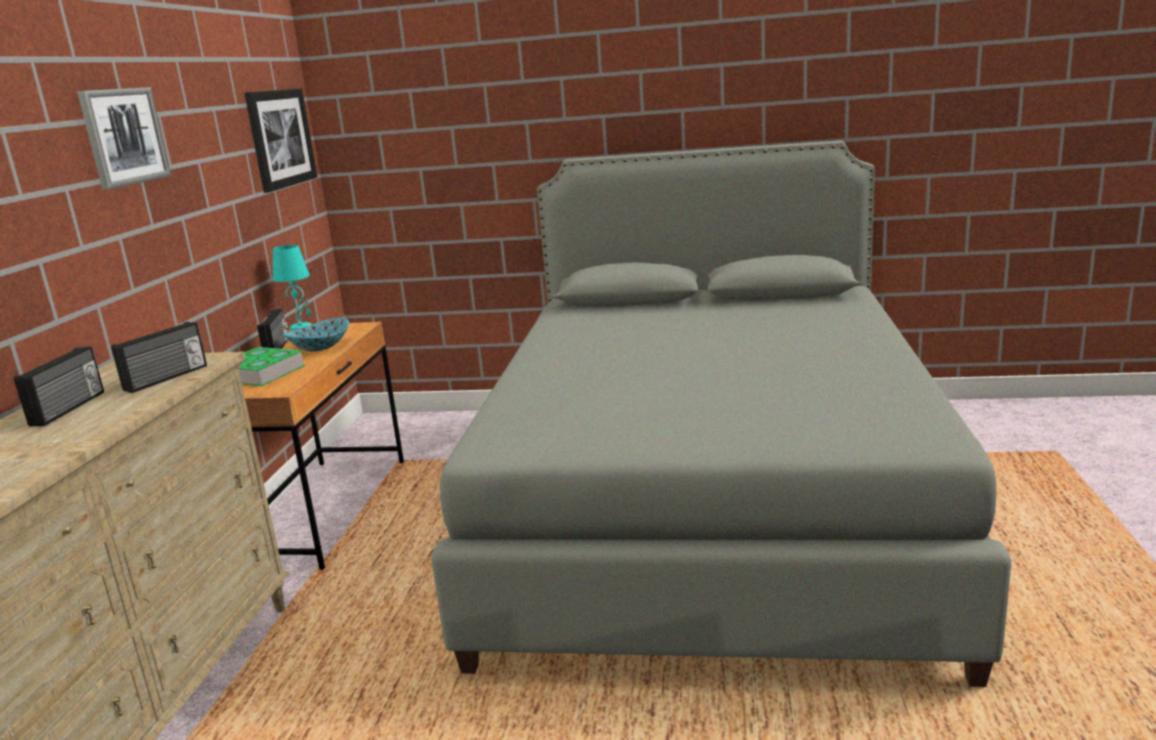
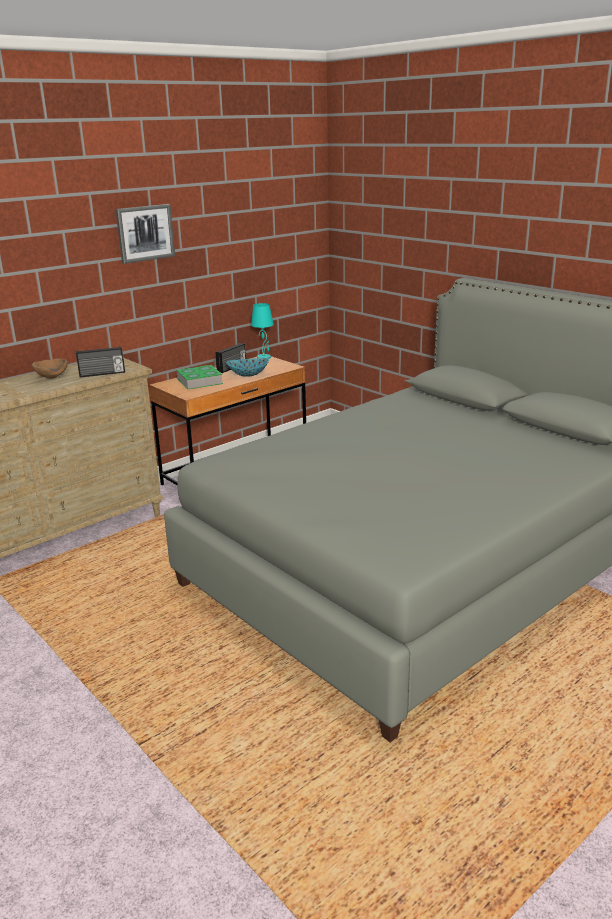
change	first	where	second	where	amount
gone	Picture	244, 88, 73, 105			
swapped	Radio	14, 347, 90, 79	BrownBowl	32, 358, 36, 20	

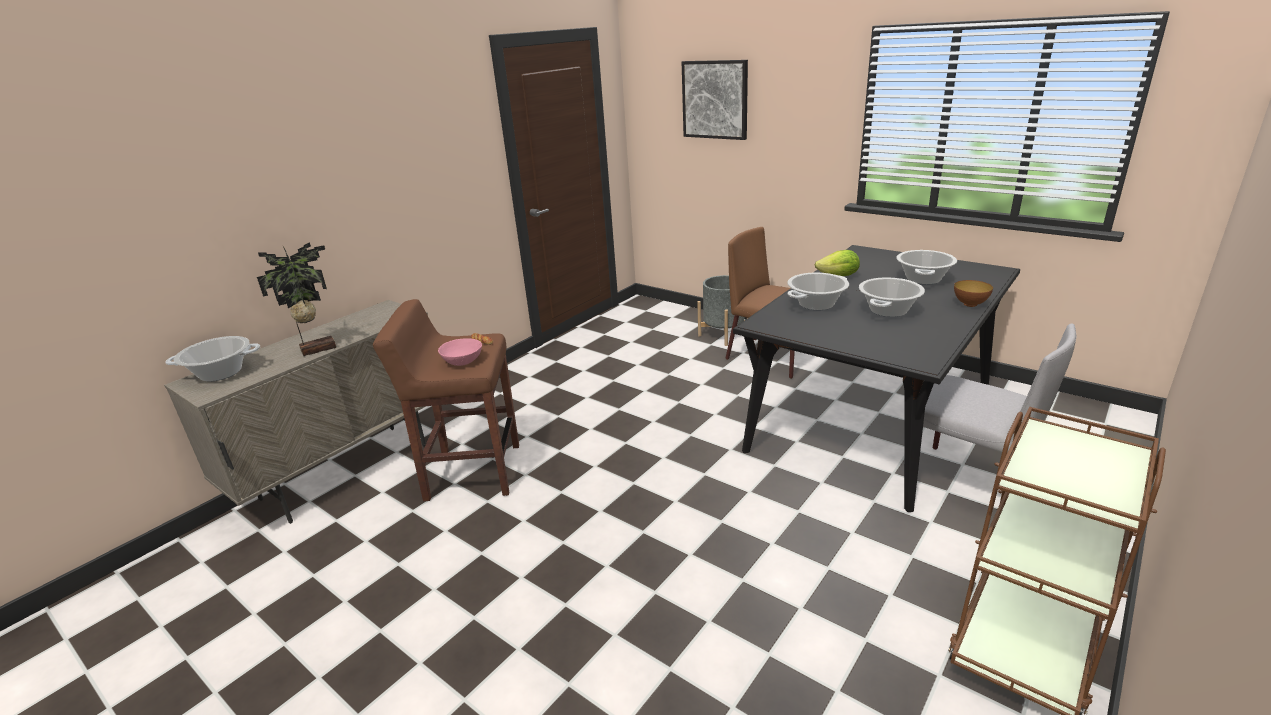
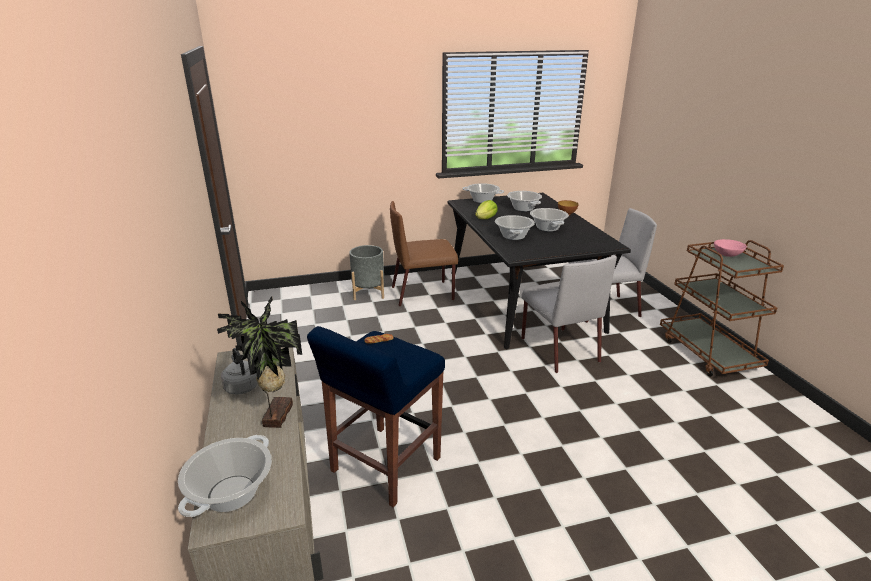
change	first	where	second	where	amount
gone	Picture	682, 60, 66, 80			
repainted	BrownStool	373, 299, 146, 202	BlueStool	307, 326, 138, 181	
shifted	PinkBowl	438, 338, 44, 28		714, 239, 33, 18	
new			CookingPot	462, 183, 42, 20	
new			GreyChair	521, 256, 96, 117	
new			GreyKettle	221, 348, 37, 47	

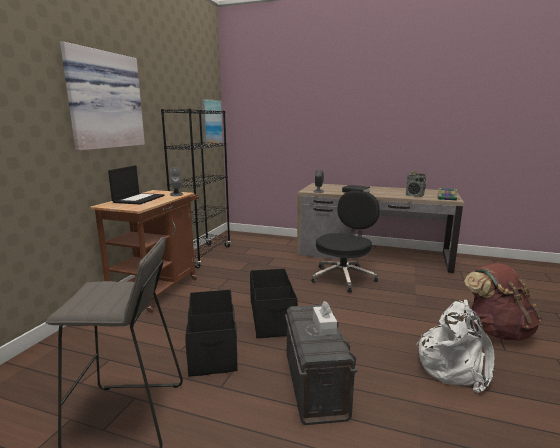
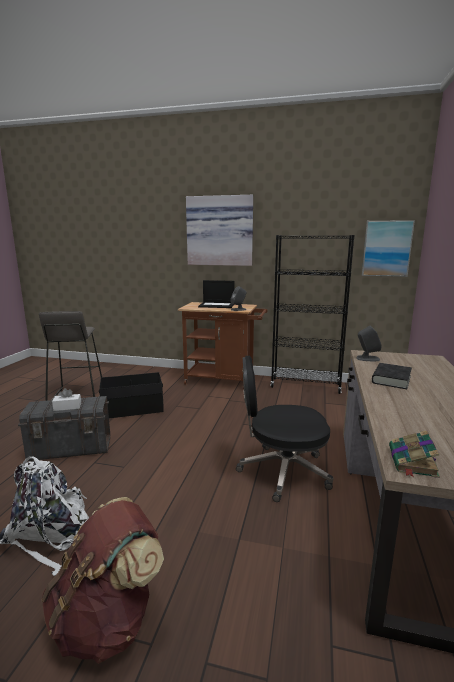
change	first	where	second	where	amount
gone	Radio	406, 172, 20, 25			
rotated	BlackOfficeChair	311, 191, 69, 101		236, 356, 97, 146	150 degrees clockwise
gone	BlackStorageBox	250, 269, 48, 69			

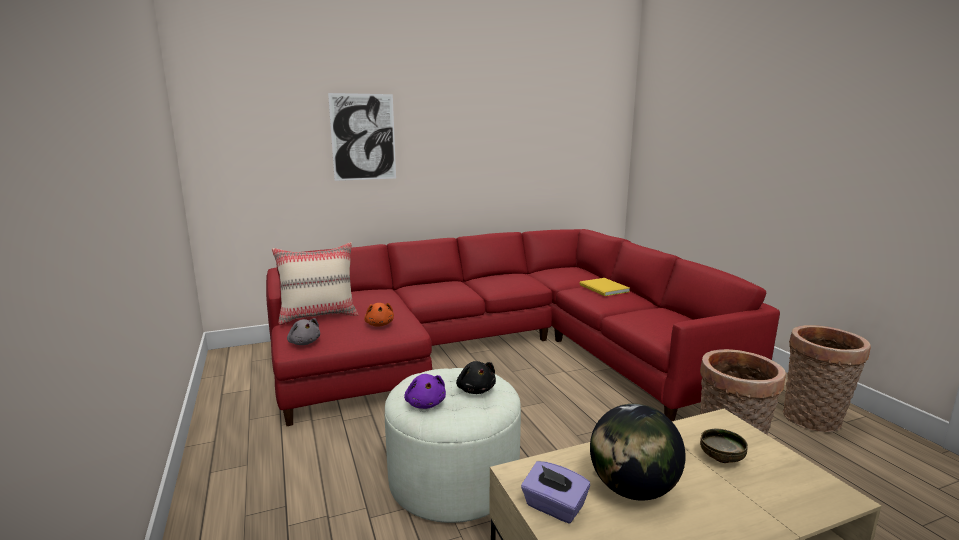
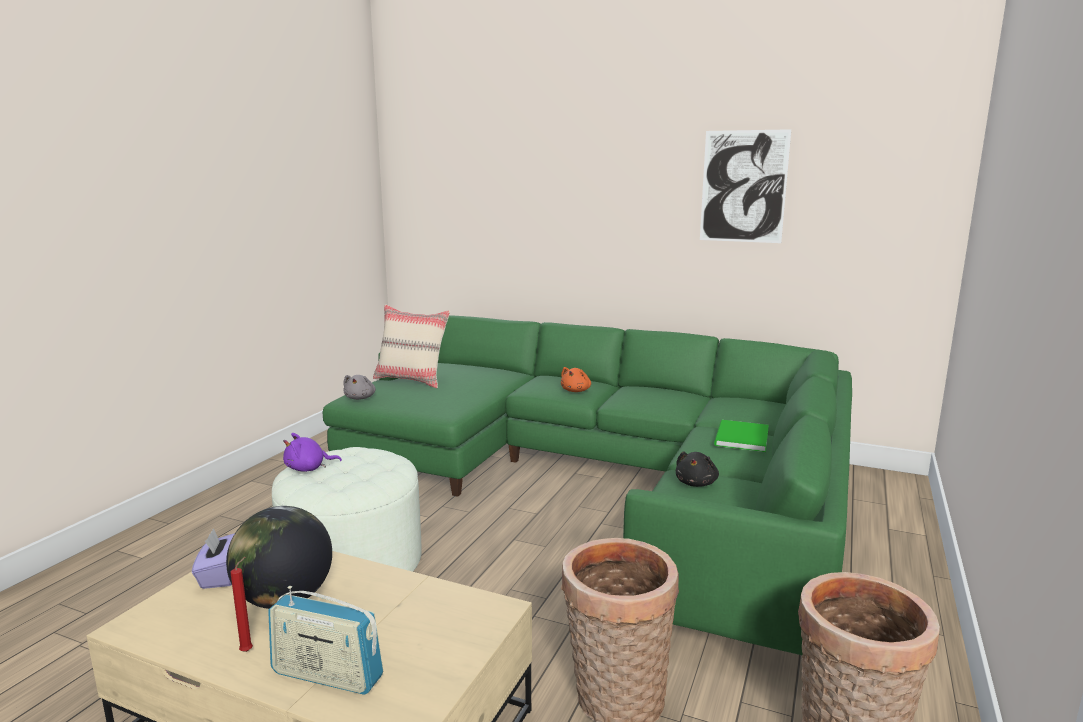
change	first	where	second	where	amount
shifted	Picture	328, 93, 68, 88		700, 129, 91, 114	
repainted	RedSofa	266, 229, 514, 197	GreenSofa	322, 315, 530, 340	
repainted	YellowBook	579, 278, 51, 18	GreenBook	714, 420, 55, 32	
shifted	OrangePlushToy	364, 303, 30, 24		561, 367, 30, 25	
shifted	BlackPlushToy	456, 361, 40, 33		676, 451, 43, 36	
rotated	PurplePlushToy	404, 374, 42, 35		283, 433, 59, 39	45 degrees clockwise
gone	Bowl	700, 428, 48, 35			
new			RedCandle	230, 557, 23, 95	
new			Radio	268, 586, 115, 109	

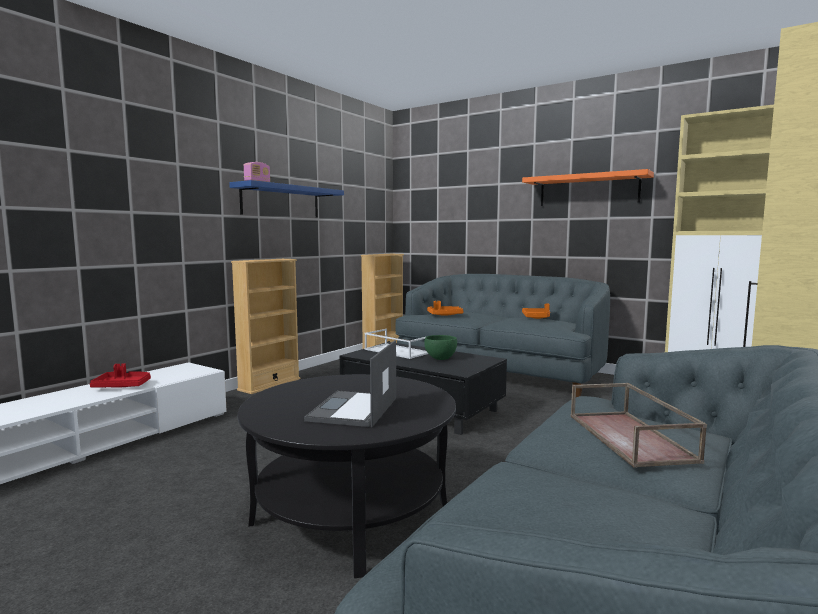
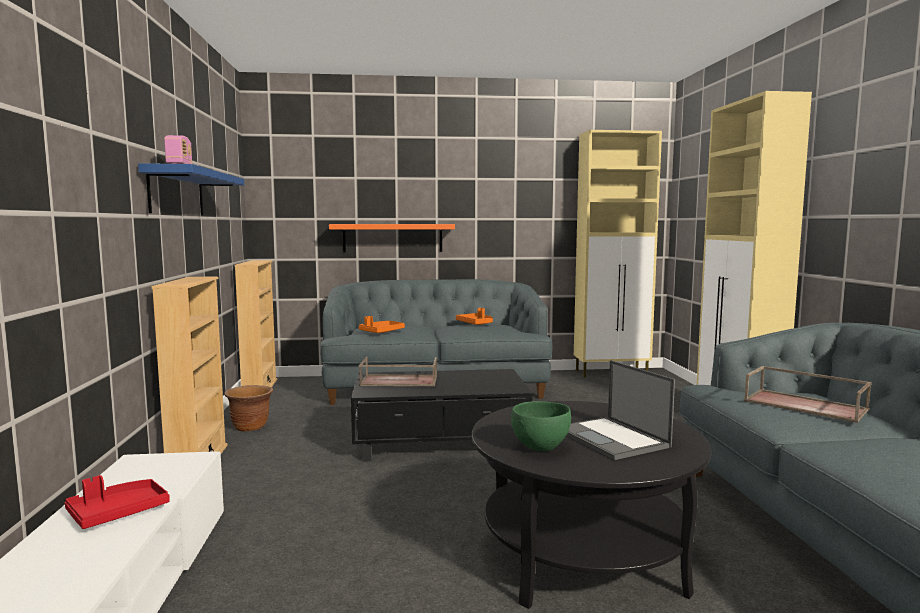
change	first	where	second	where	amount
shifted	OrangeShelf	522, 169, 132, 37		329, 224, 126, 28	
repainted	WhiteTray	364, 329, 64, 30	BrownTray	359, 357, 78, 29	
shifted	GreenBowl	424, 335, 33, 25		511, 401, 60, 50	
new			BrownPlanter	225, 385, 48, 46	

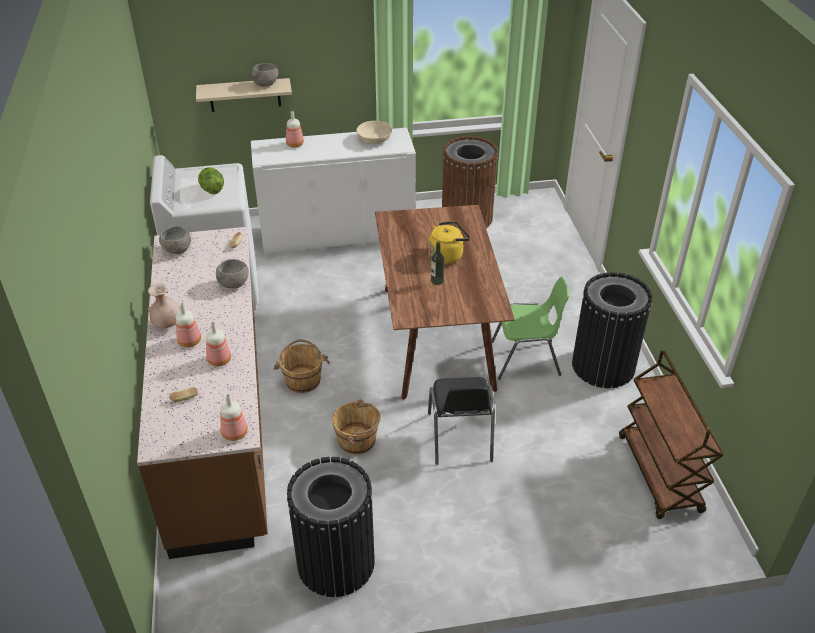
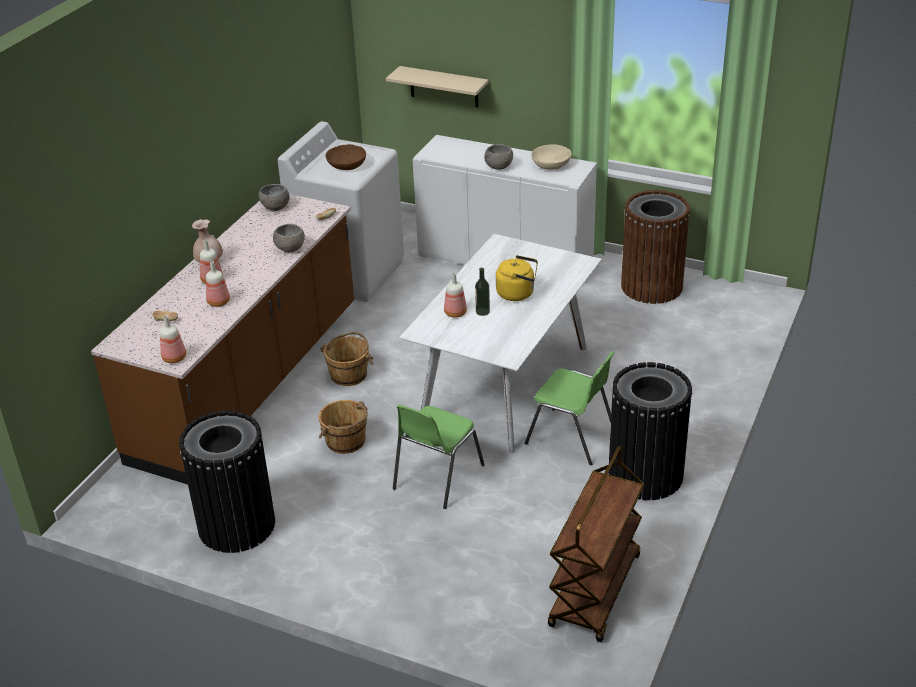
change	first	where	second	where	amount
shifted	GreyBowl	252, 63, 26, 24		484, 144, 29, 26	
shifted	Bottle	286, 111, 18, 36		444, 273, 23, 45	
swapped	Lettuce	198, 167, 26, 28	BrownBowl	326, 144, 40, 26	
repainted	BrownDiningTable	375, 205, 140, 194	WhiteDiningTable	399, 234, 203, 219	
repainted	BlackChair	428, 377, 67, 88	GreenChair	393, 405, 92, 104	

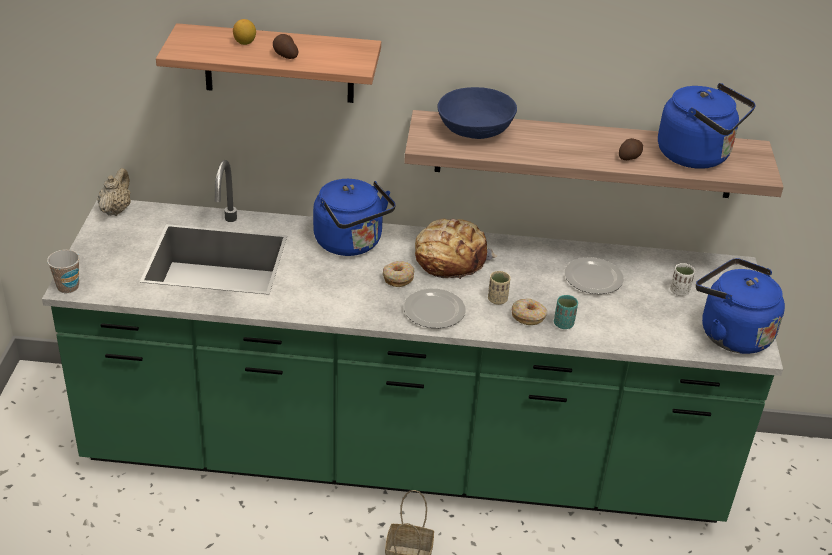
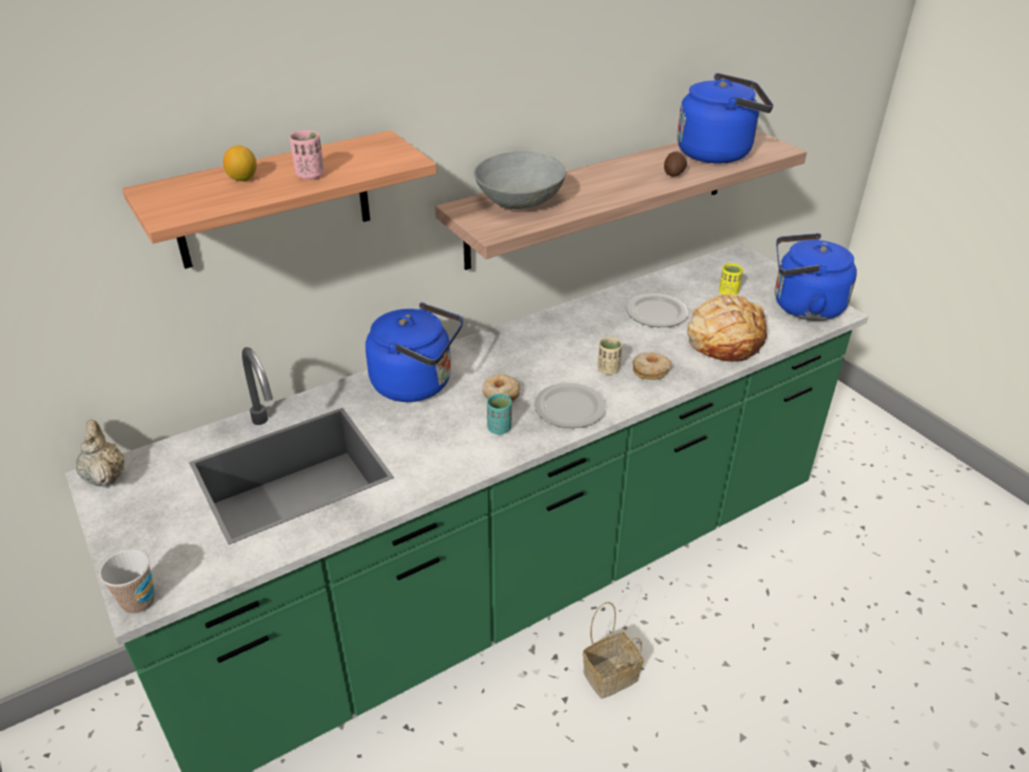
change	first	where	second	where	amount
swapped	Potato	273, 34, 25, 25	PinkCup	289, 130, 35, 50	
repainted	BlueBowl	437, 87, 80, 52	GreyBowl	474, 152, 92, 57	
shifted	Bread	415, 218, 83, 61		687, 294, 80, 68	
repainted	WhiteCup	670, 263, 25, 33	YellowCup	719, 263, 24, 32	
shifted	TurquoiseCup	554, 295, 24, 34		487, 394, 25, 41	

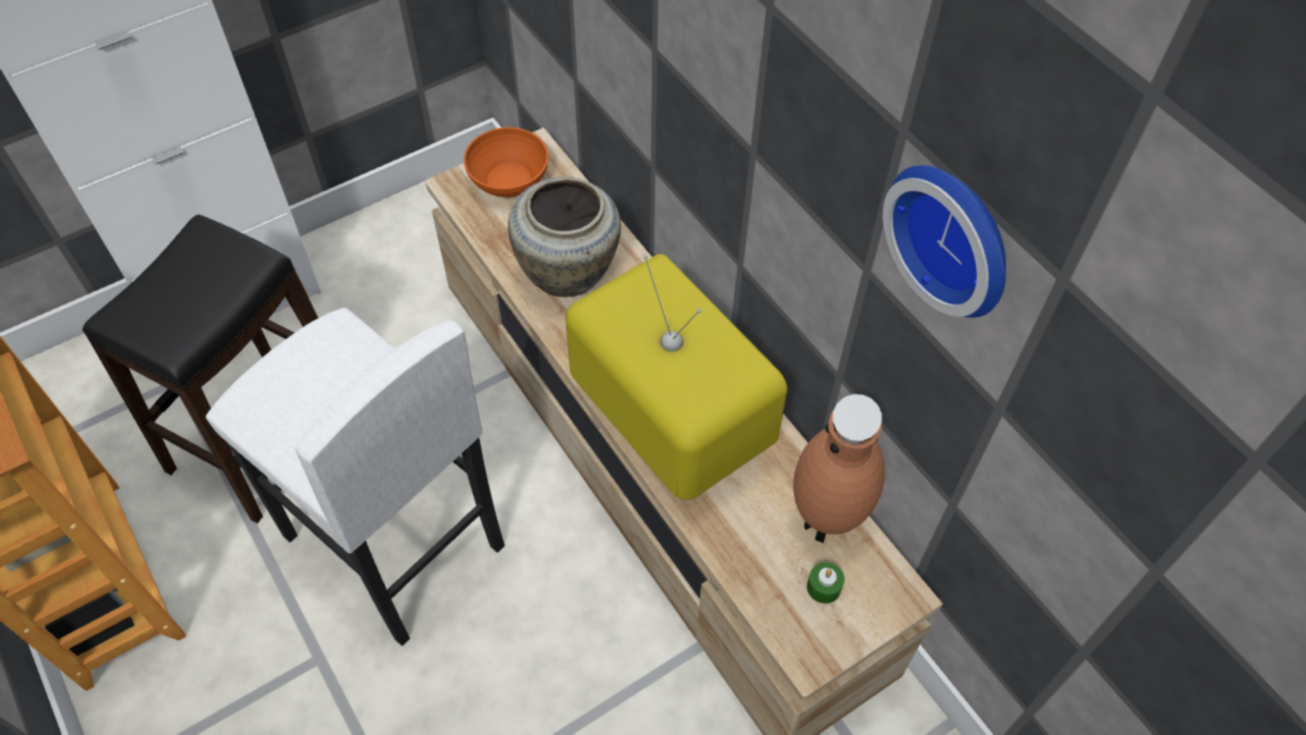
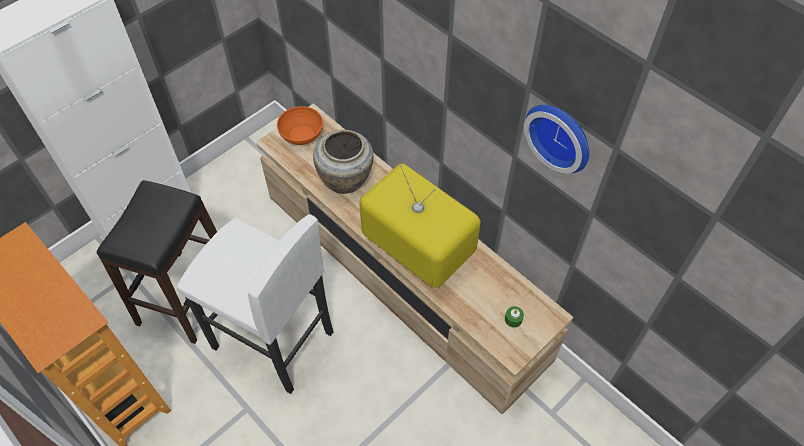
change	first	where	second	where	amount
gone	BrownVase	793, 394, 92, 149			

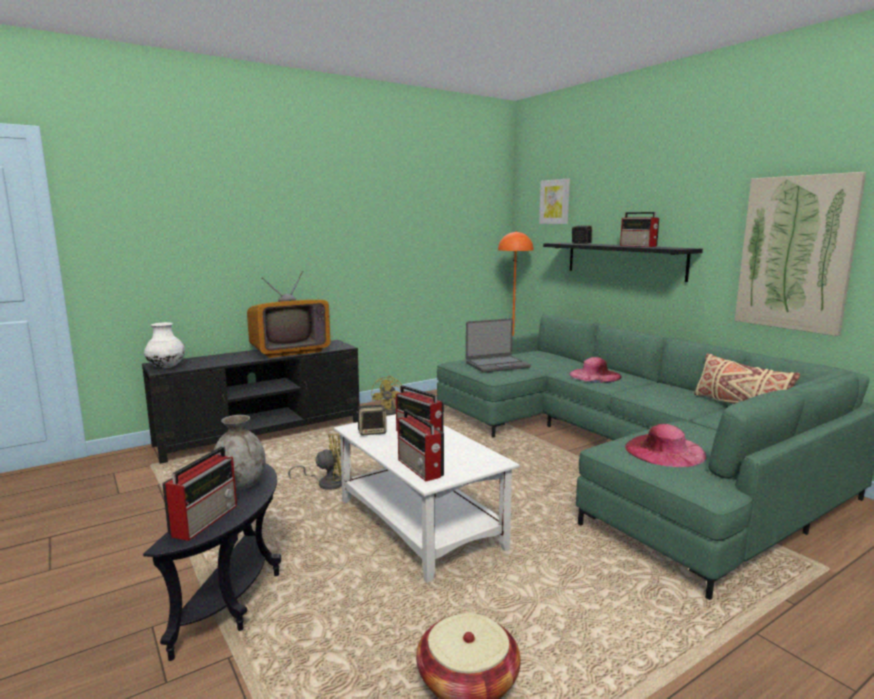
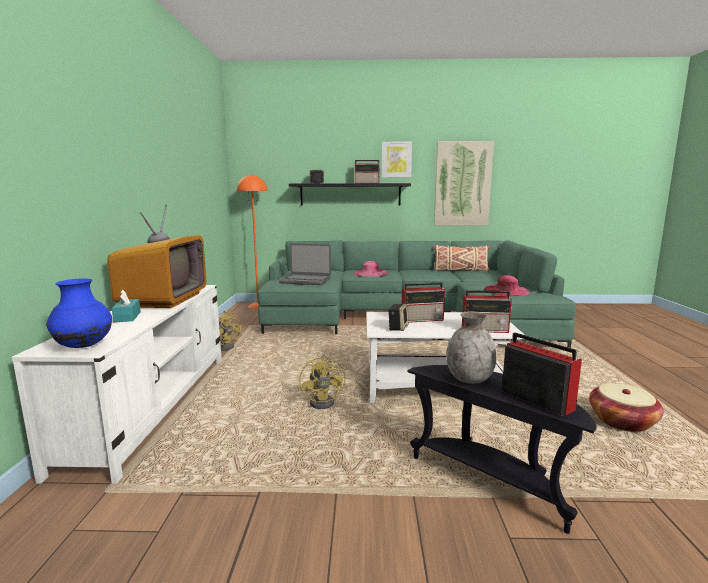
change	first	where	second	where	amount
shifted	Picture	539, 179, 31, 45		381, 142, 31, 36	
rotated	Laptop	466, 318, 65, 55		279, 243, 52, 42	90 degrees clockwise
repainted	WhiteVase	144, 322, 41, 46	BlueVase	46, 279, 66, 69	
repainted	BlackTvStand	142, 340, 218, 124	WhiteTvStand	12, 285, 210, 199	
rotated	YellowFan	288, 434, 54, 56		299, 355, 46, 54	150 degrees clockwise
new			TurquoiseTissueBox	112, 290, 29, 32	

